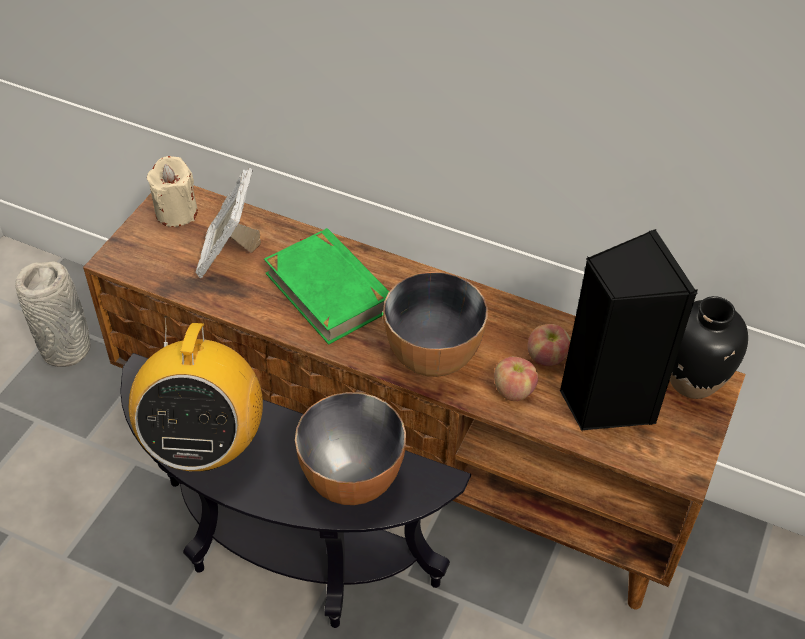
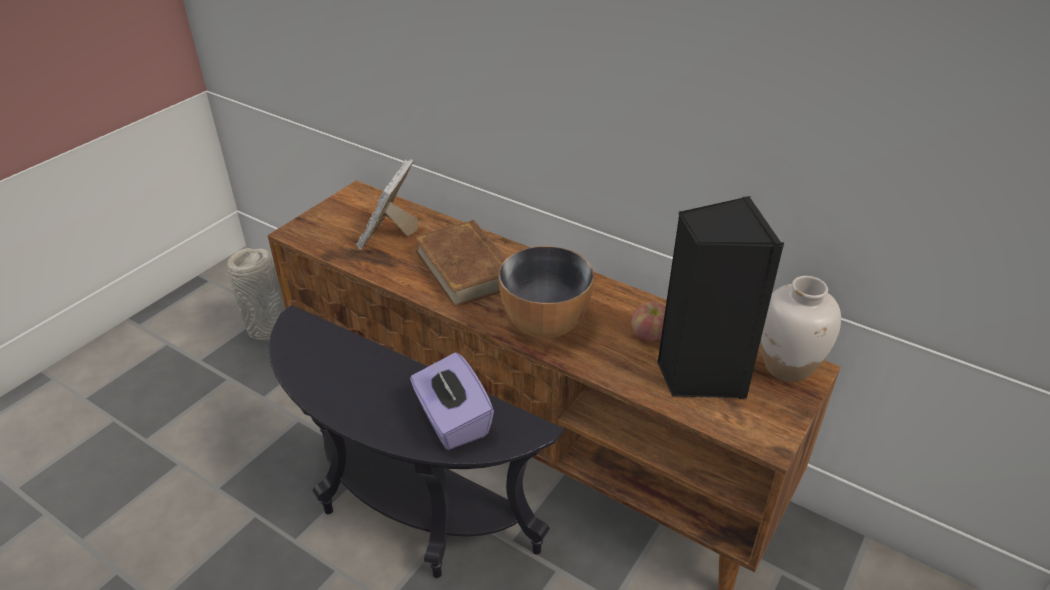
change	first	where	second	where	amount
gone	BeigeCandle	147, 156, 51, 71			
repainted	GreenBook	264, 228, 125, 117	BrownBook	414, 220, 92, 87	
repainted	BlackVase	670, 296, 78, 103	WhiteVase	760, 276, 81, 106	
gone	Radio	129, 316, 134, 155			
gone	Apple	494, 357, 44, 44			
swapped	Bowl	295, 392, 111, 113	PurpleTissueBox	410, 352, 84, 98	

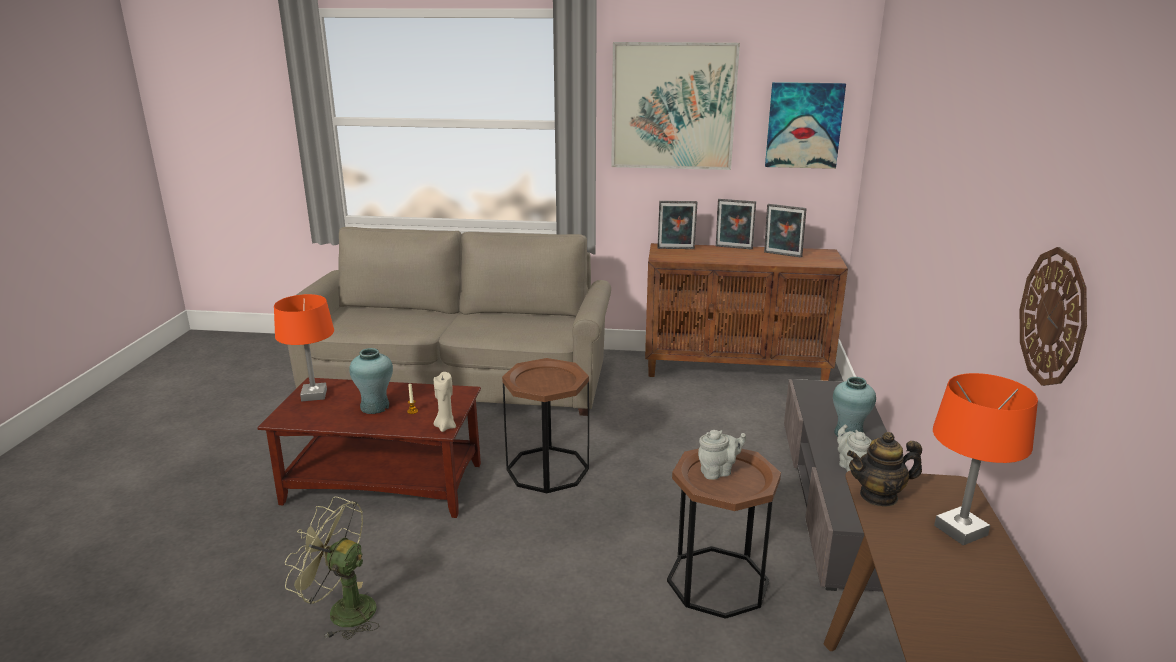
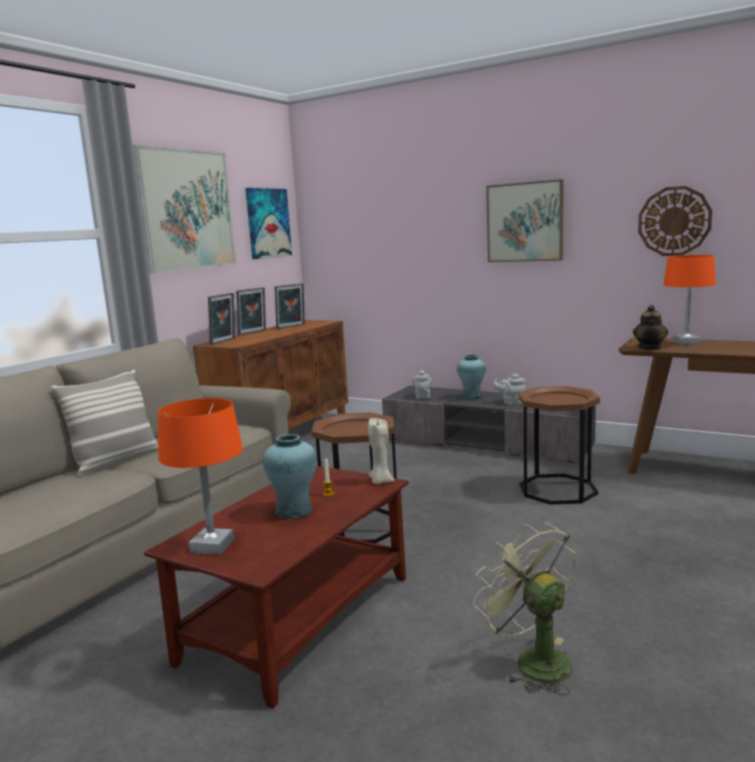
change	first	where	second	where	amount
shifted	GreyTeapot	698, 430, 48, 50		413, 370, 19, 29	
rotated	GreenFan	285, 496, 94, 144		473, 523, 103, 173	105 degrees clockwise
new			Picture	486, 179, 78, 83	
new			Pillow	51, 370, 107, 107	

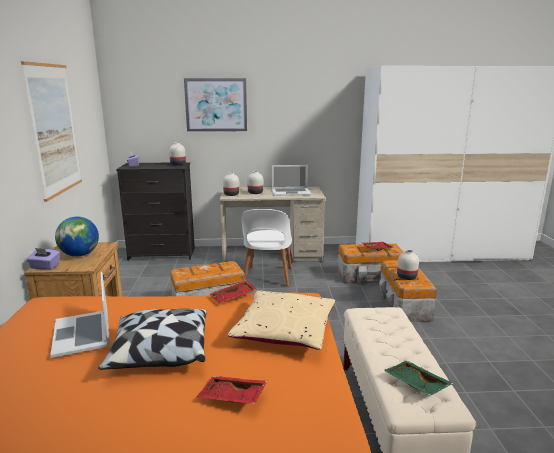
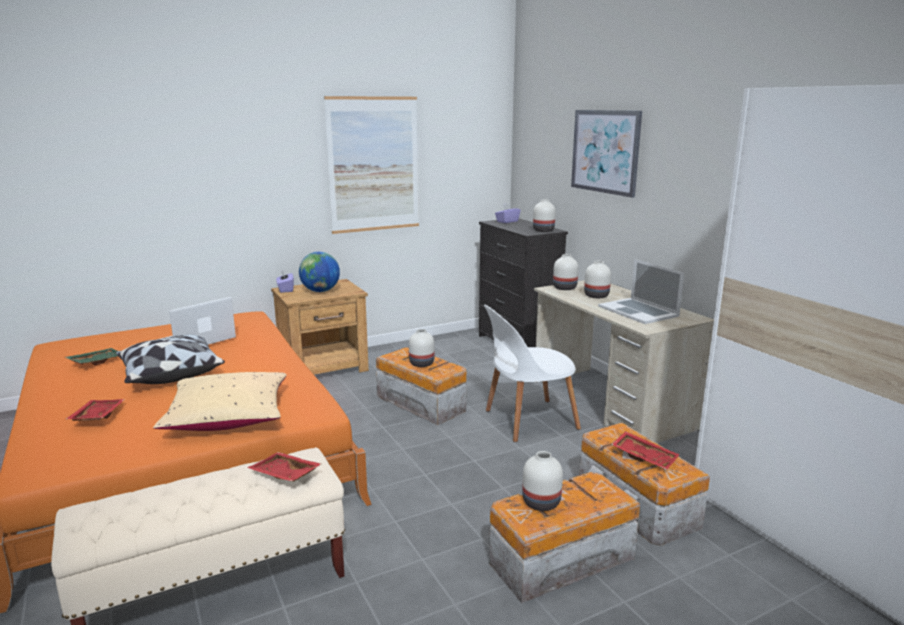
change	first	where	second	where	amount
shifted	RedTray	209, 280, 47, 23		247, 452, 74, 30	
shifted	GreenTray	384, 360, 70, 36		65, 348, 53, 17	
new			WhiteVase	409, 329, 26, 38	

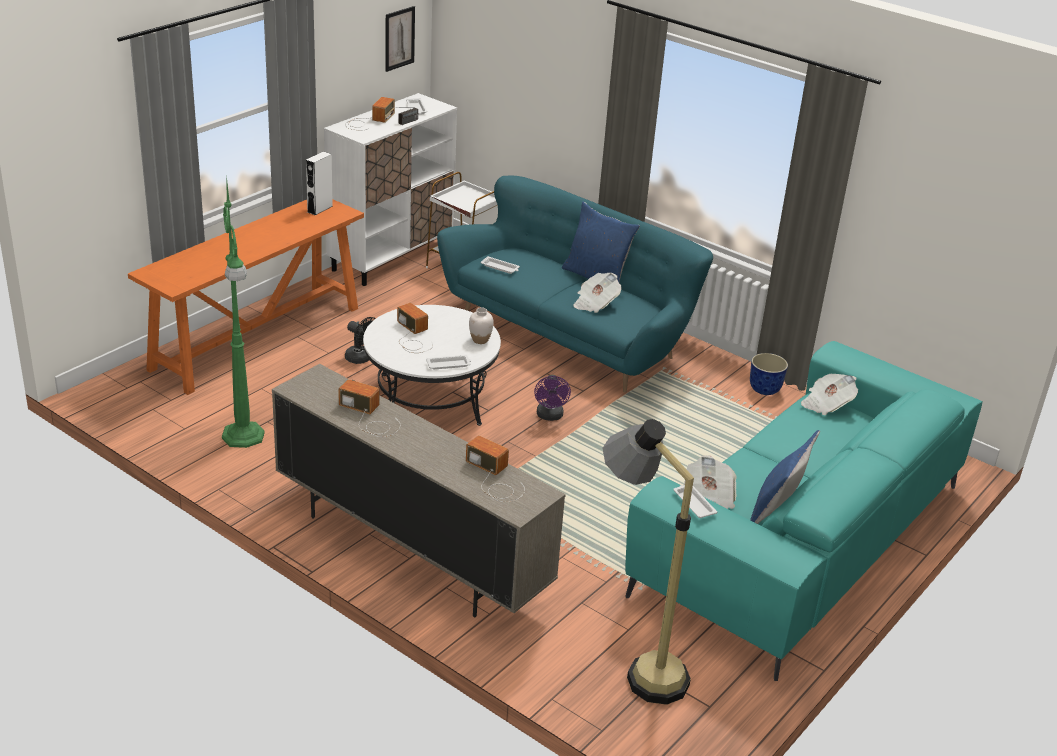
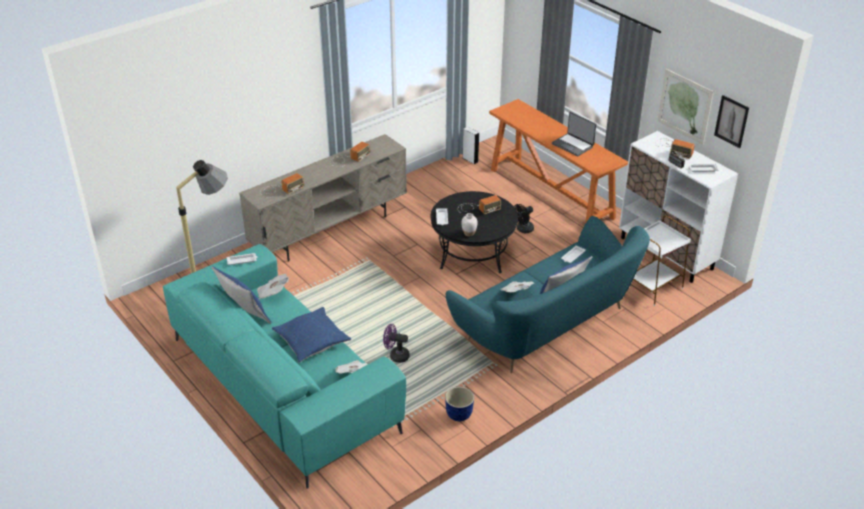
change	first	where	second	where	amount
shifted	WhiteSpeaker	306, 151, 27, 64		463, 127, 16, 37	
gone	GreenFloorLamp	222, 175, 43, 273			
repainted	WhiteCoffeeTable	363, 305, 138, 121	BlackCoffeeTable	431, 191, 87, 82	
shifted	PurpleFan	534, 375, 37, 46		383, 324, 27, 39	
new			Picture	657, 69, 57, 76	
new			Laptop	552, 112, 44, 44	
new			BluePillow	272, 307, 79, 55	

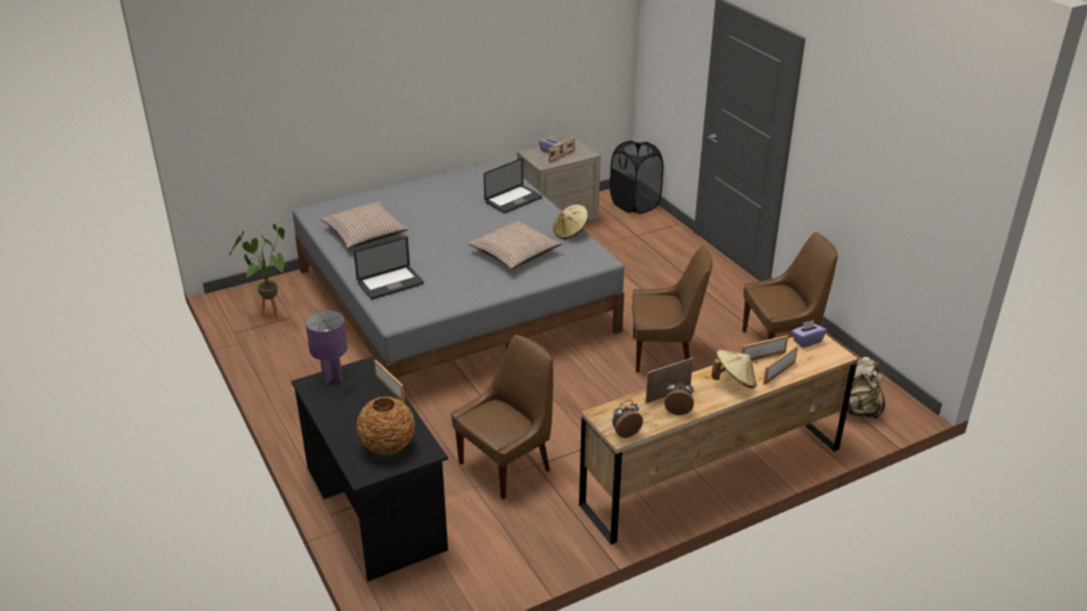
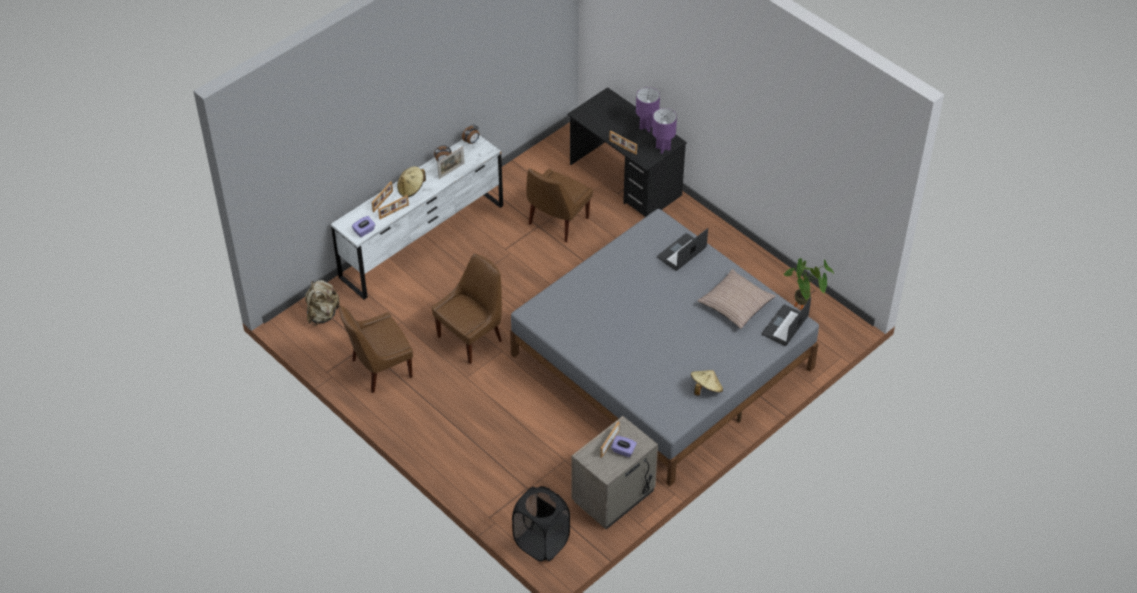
change	first	where	second	where	amount
shifted	Laptop	484, 158, 58, 55		762, 298, 49, 48	
shifted	BeigeHat	553, 205, 35, 34		691, 370, 32, 26	
gone	Pillow	468, 220, 94, 49			
rotated	BrownChair	632, 246, 81, 127		432, 253, 70, 111	150 degrees clockwise
repainted	BrownDresser	579, 334, 279, 211	WhiteDresser	331, 135, 172, 165	
gone	Vase	357, 397, 58, 58			
new			PurpleTableLamp	636, 87, 24, 45	

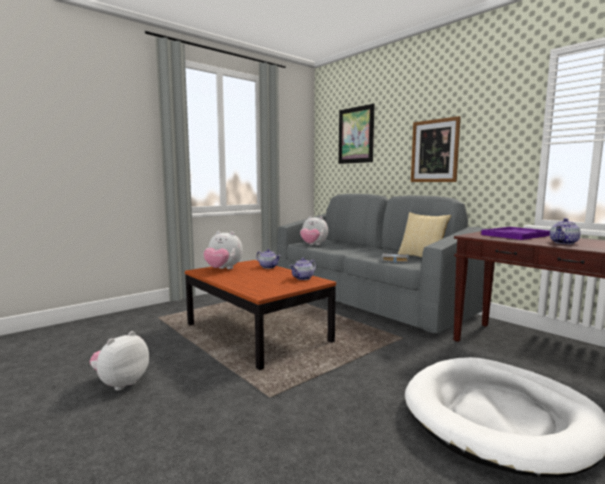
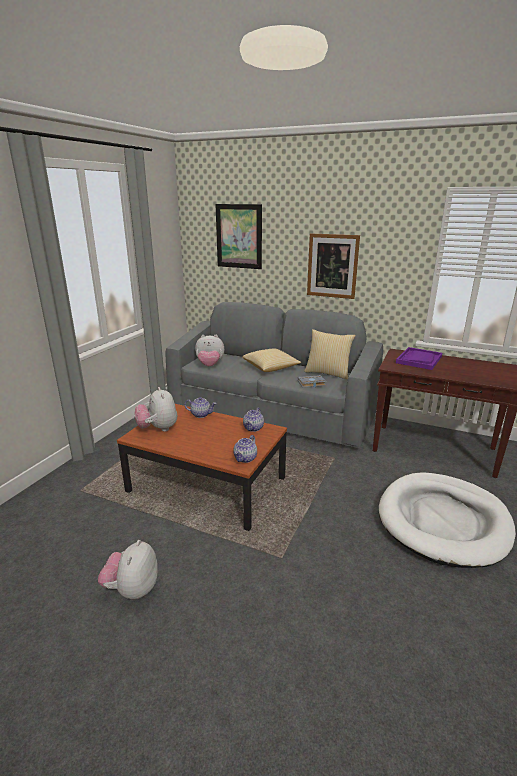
change	first	where	second	where	amount
shifted	Teapot	550, 218, 31, 26		233, 435, 24, 28	
rotated	PlushToy	203, 231, 40, 38		135, 387, 42, 45	75 degrees clockwise
new			Pillow	242, 349, 59, 23	

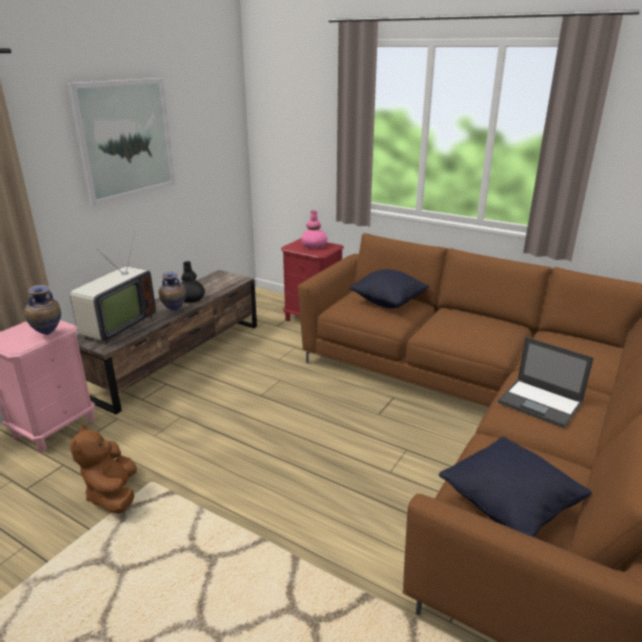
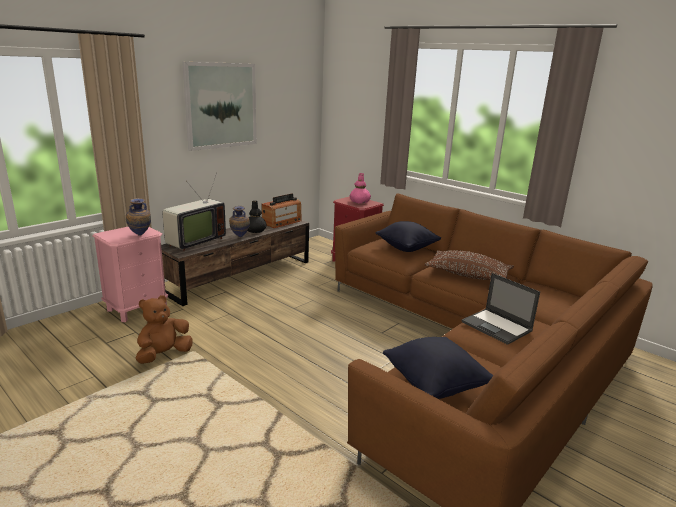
change	first	where	second	where	amount
rotated	BrownPlushToy	70, 425, 67, 89		136, 295, 57, 69	45 degrees clockwise
new			Radio	261, 193, 41, 35	
new			BrownPillow	425, 250, 89, 30	

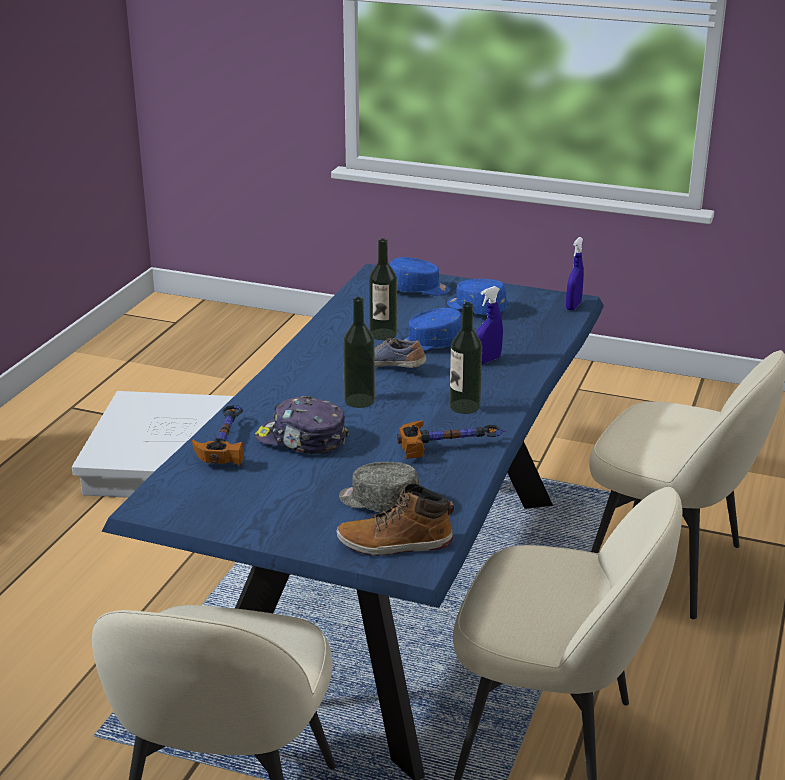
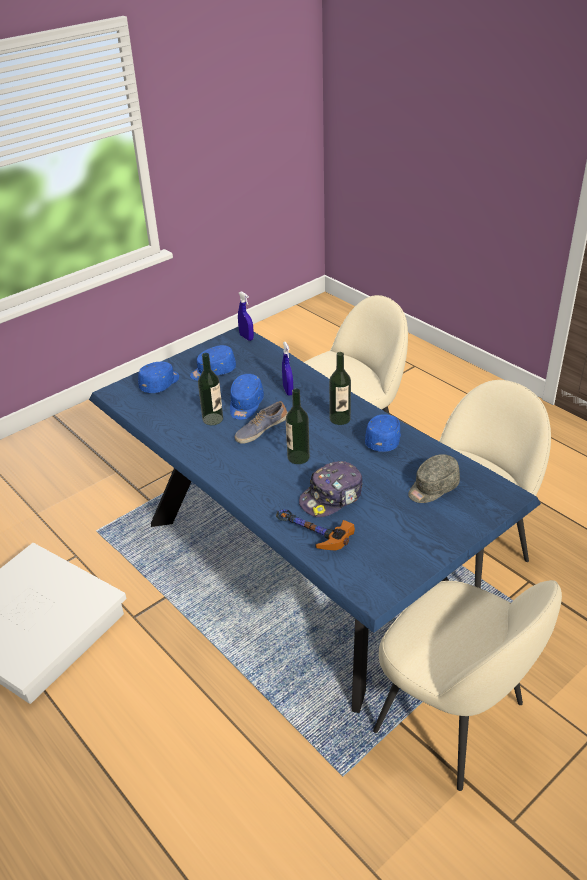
change	first	where	second	where	amount
swapped	Hammer	397, 420, 109, 39	BlueCap	365, 414, 36, 38	
gone	Boot	336, 484, 118, 72			

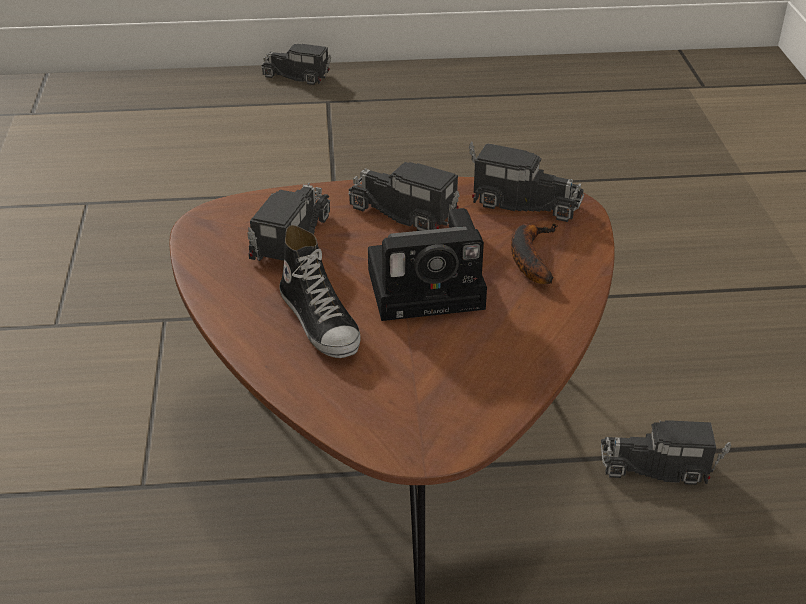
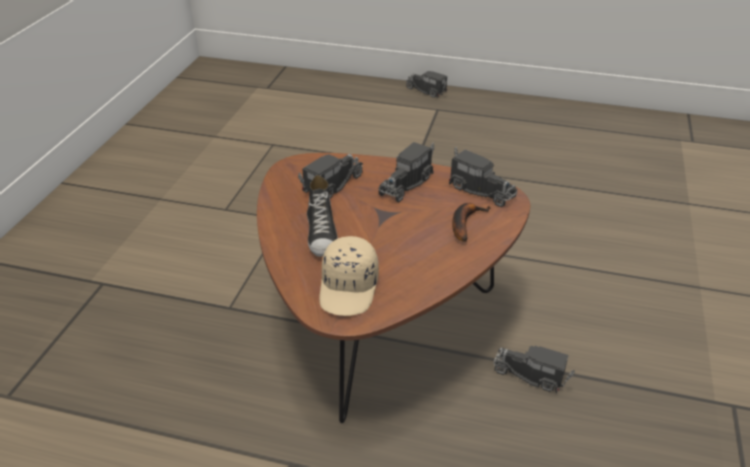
change	first	where	second	where	amount
rotated	ToyTruck	349, 162, 111, 69		378, 142, 56, 60	105 degrees counterclockwise
gone	PhotoCamera	368, 208, 119, 113			
new			BeigeCap	319, 236, 60, 80	

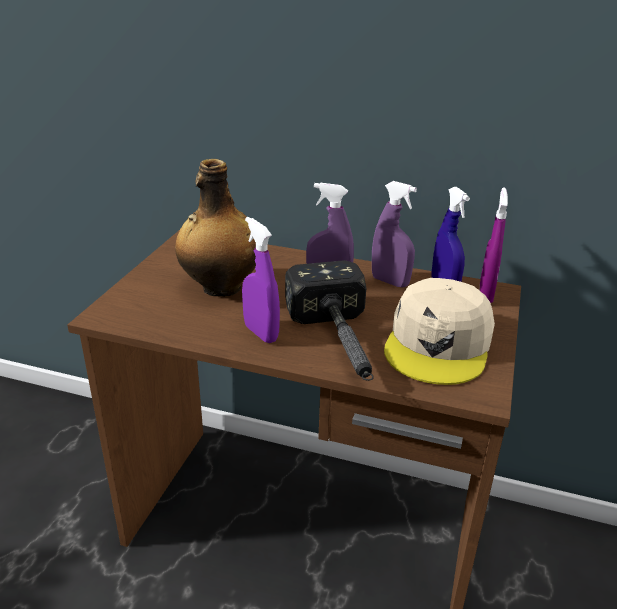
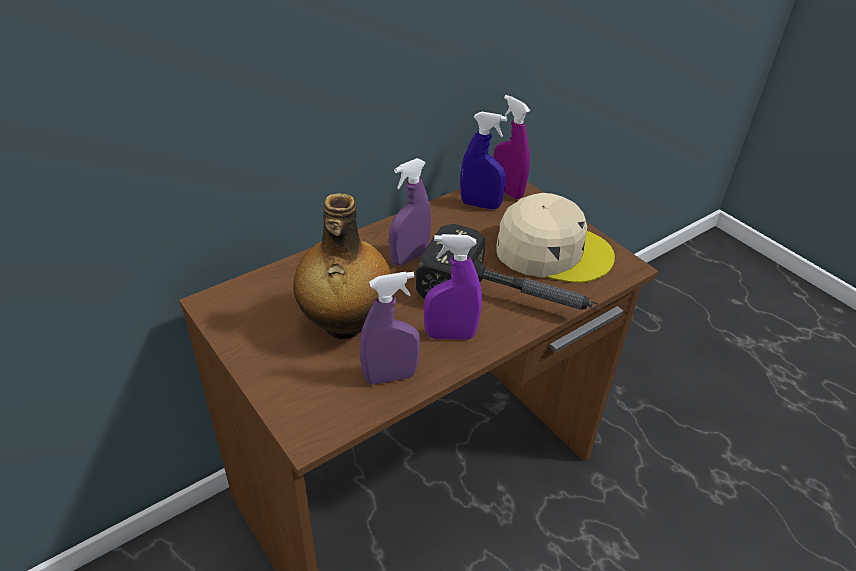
change	first	where	second	where	amount
shifted	PurpleSprayBottle	372, 181, 45, 106		360, 272, 60, 113	
rotated	BeigeCap	384, 278, 111, 107		496, 193, 119, 90	45 degrees counterclockwise

